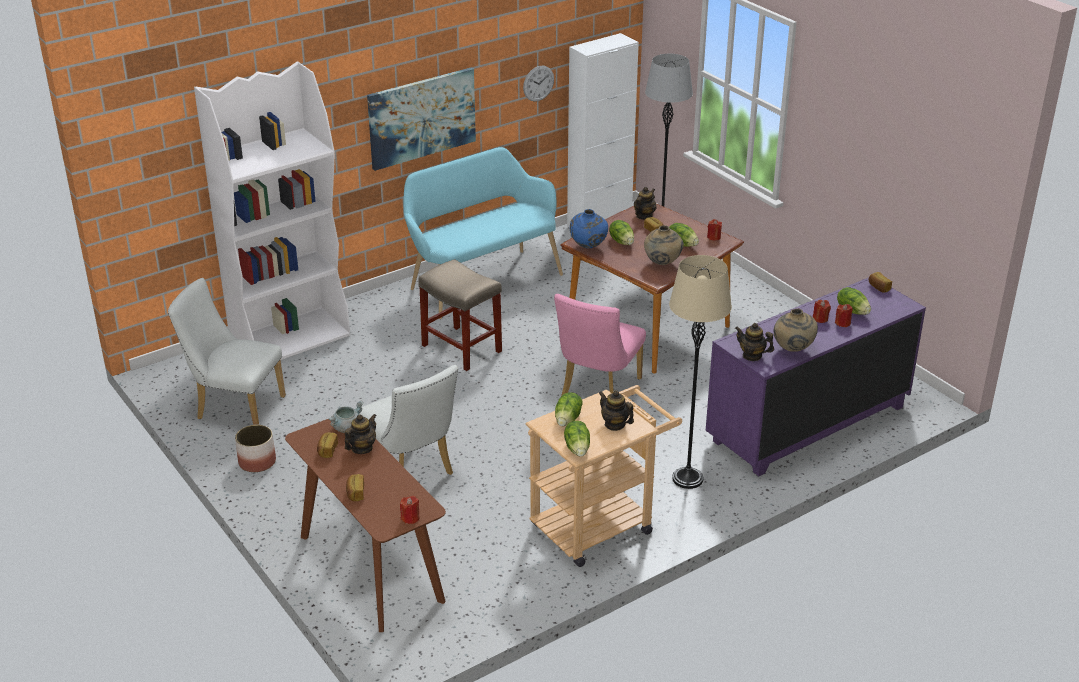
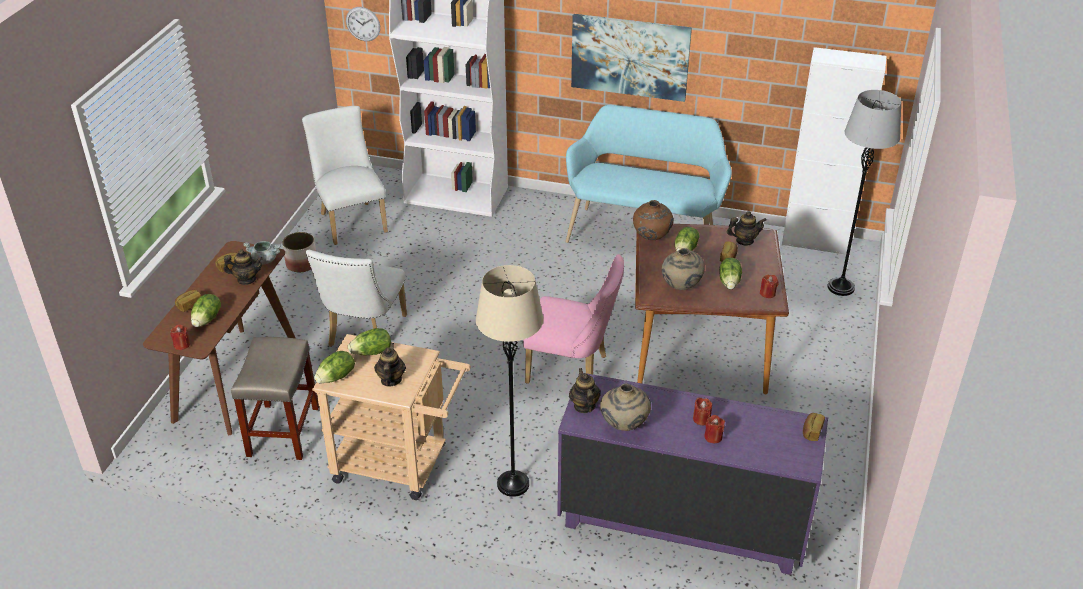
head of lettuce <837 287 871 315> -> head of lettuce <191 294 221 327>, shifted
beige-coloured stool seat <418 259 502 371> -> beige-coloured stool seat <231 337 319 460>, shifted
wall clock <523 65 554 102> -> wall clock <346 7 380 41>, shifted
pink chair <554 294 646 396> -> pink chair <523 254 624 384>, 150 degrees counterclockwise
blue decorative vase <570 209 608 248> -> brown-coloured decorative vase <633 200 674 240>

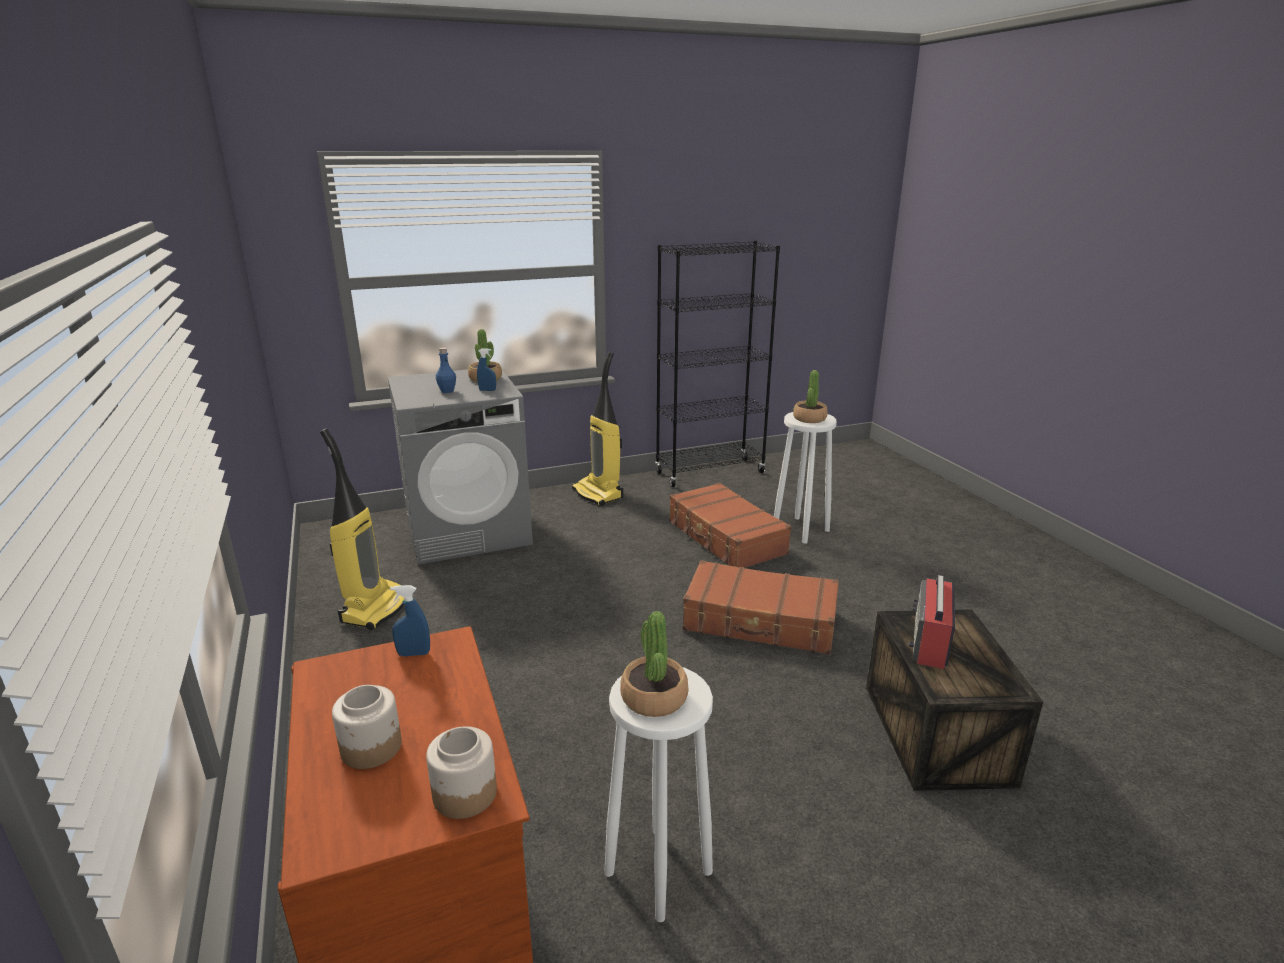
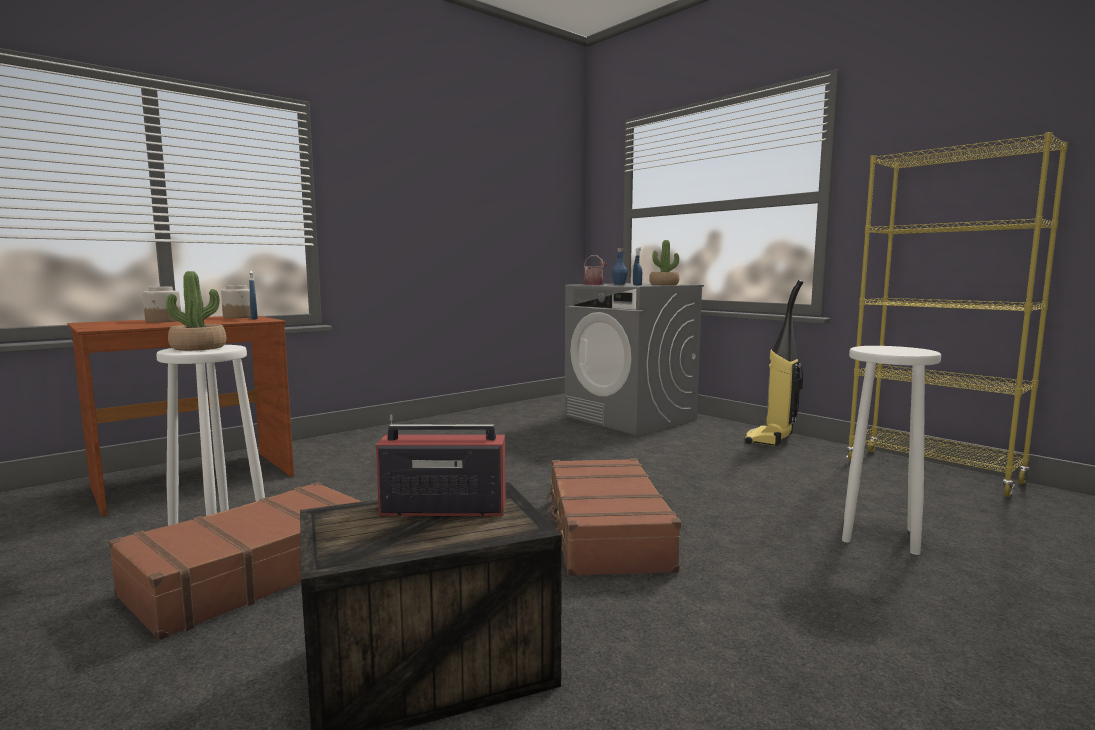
brown-coloured travel case <669 483 792 568> -> brown-coloured travel case <109 482 362 640>, shifted
storage jar <426 726 497 819> -> storage jar <221 285 251 318>, shifted
none -> watering pot <584 255 607 285>
black-coloured bookcase <655 240 780 487> -> yellow bookcase <847 132 1068 497>
vacuum cleaner <320 428 405 630> -> none
plant in a pot <793 370 828 423> -> none

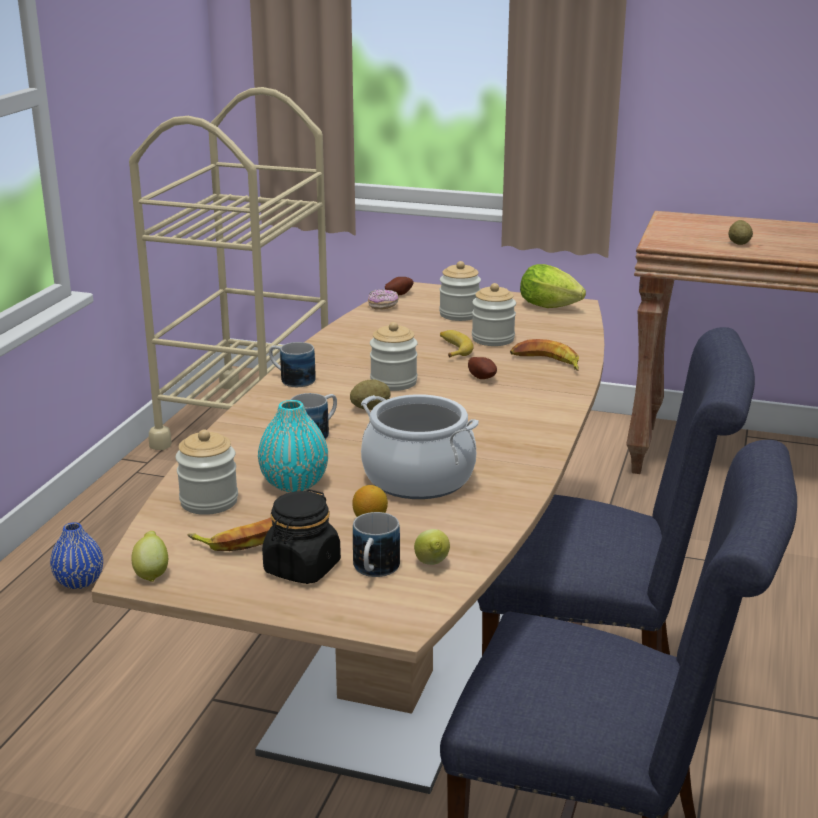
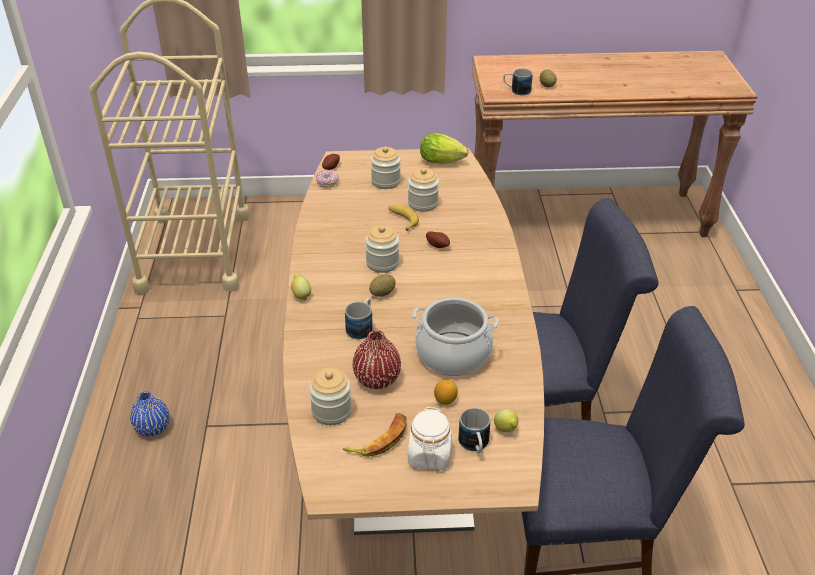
whole lemon <131 531 168 582> -> whole lemon <291 273 311 300>, shifted
blue-green decorative vase <258 400 328 492> -> red decorative vase <353 330 401 389>
black-coloured storage jar <262 489 341 584> -> white-coloured storage jar <408 407 452 470>
coffee mug <269 342 316 387> -> coffee mug <503 68 533 95>, shifted
banana <510 339 579 371> -> none

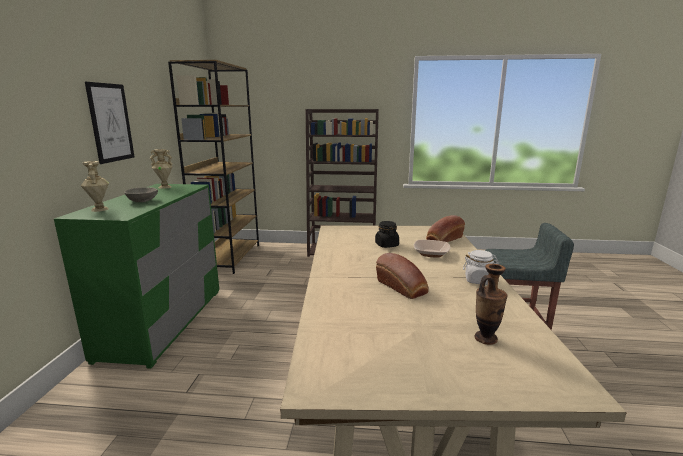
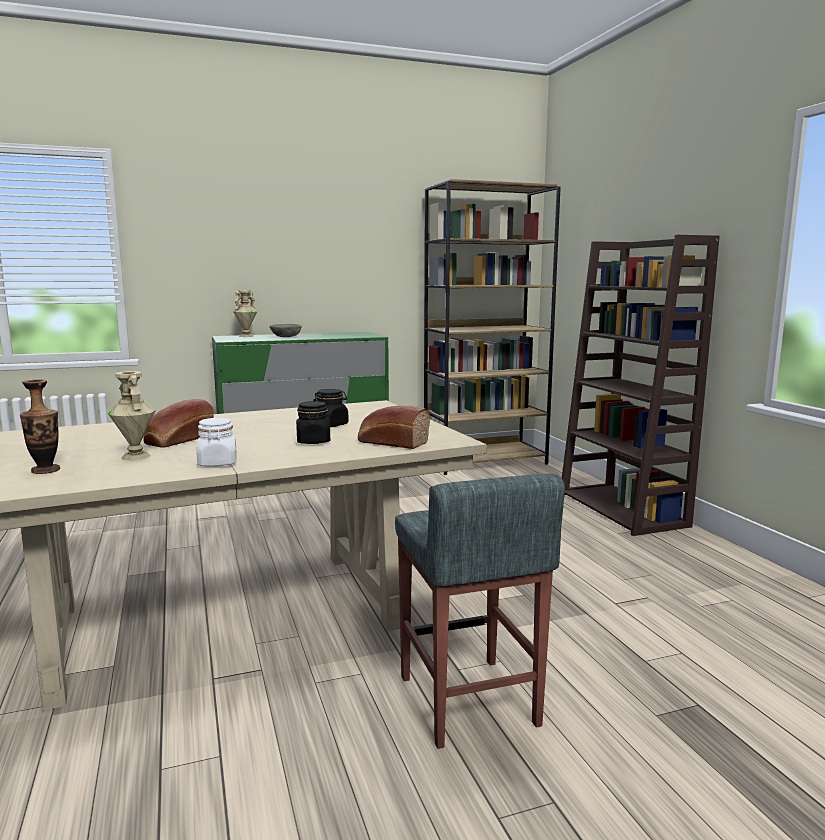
beige-coloured decorative vase <150 149 172 189> -> beige-coloured decorative vase <108 371 156 461>, shifted
serving bowl <414 240 451 257> -> black-coloured storage jar <296 401 330 444>
wall picture <85 82 134 164> -> none

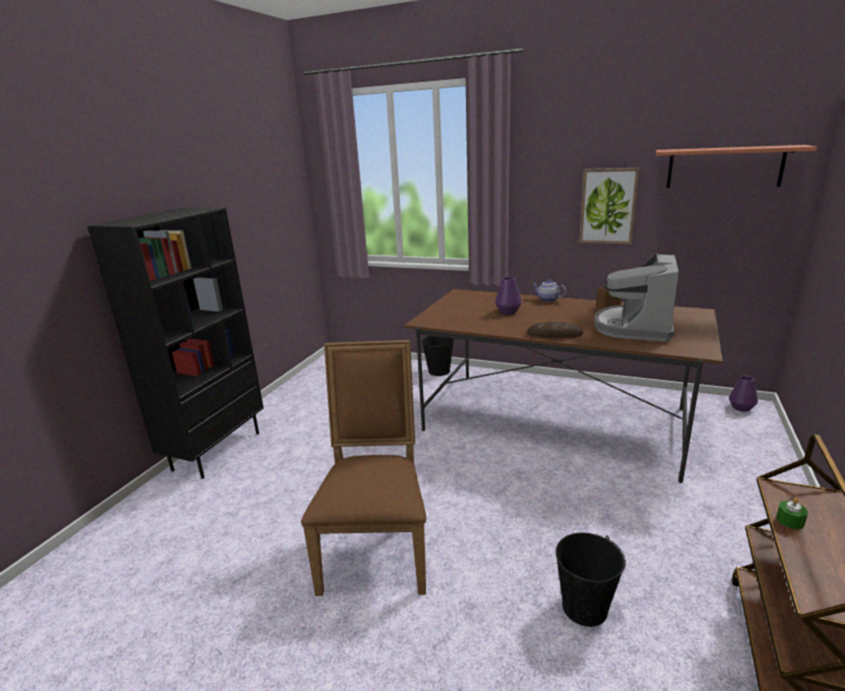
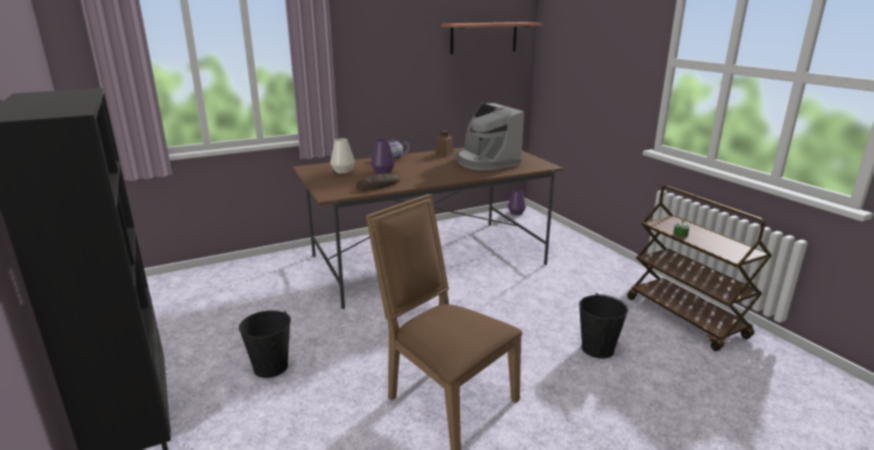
black-coloured water bucket <421 336 454 376> -> black-coloured water bucket <239 310 291 378>, shifted
none -> white-coloured decorative vase <330 138 355 174>
baked bread <527 322 583 338> -> baked bread <357 173 400 190>, shifted
wall picture <579 168 639 244> -> none

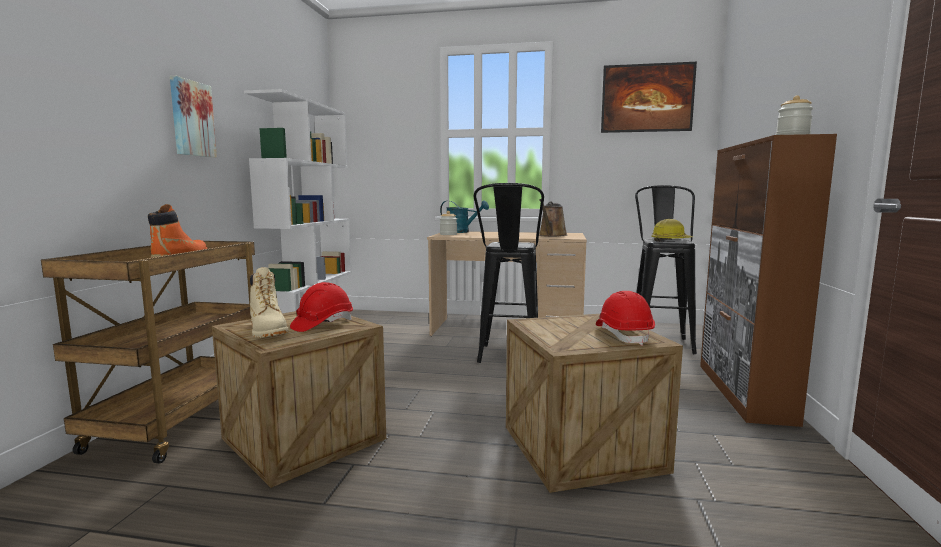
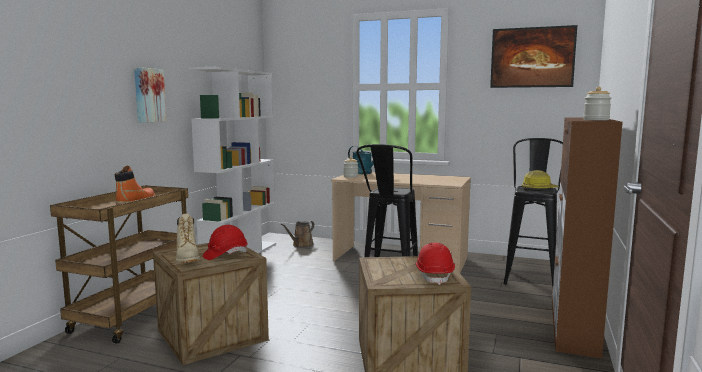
brown-coloured watering pot <539 199 567 237> -> brown-coloured watering pot <281 221 314 247>, shifted

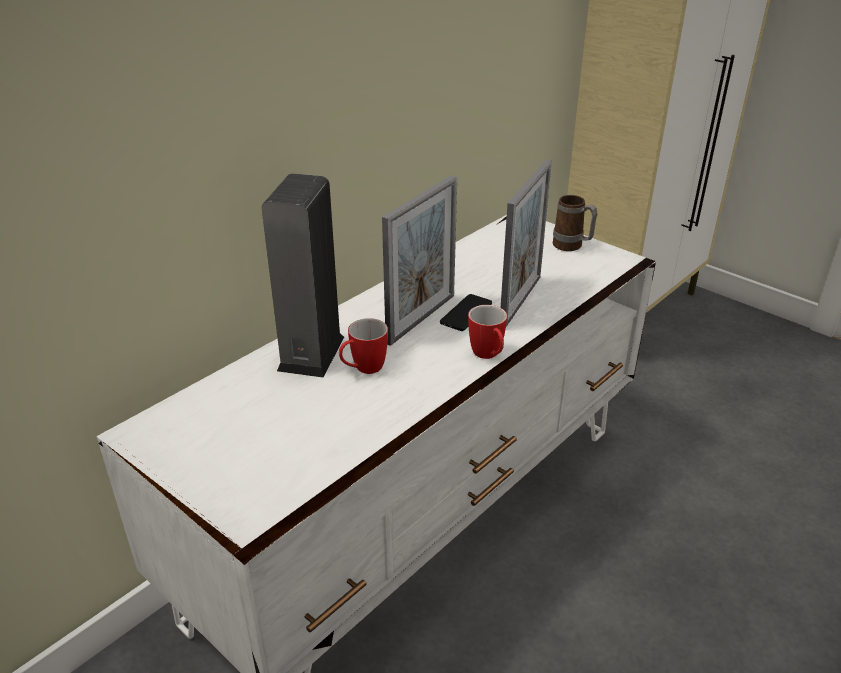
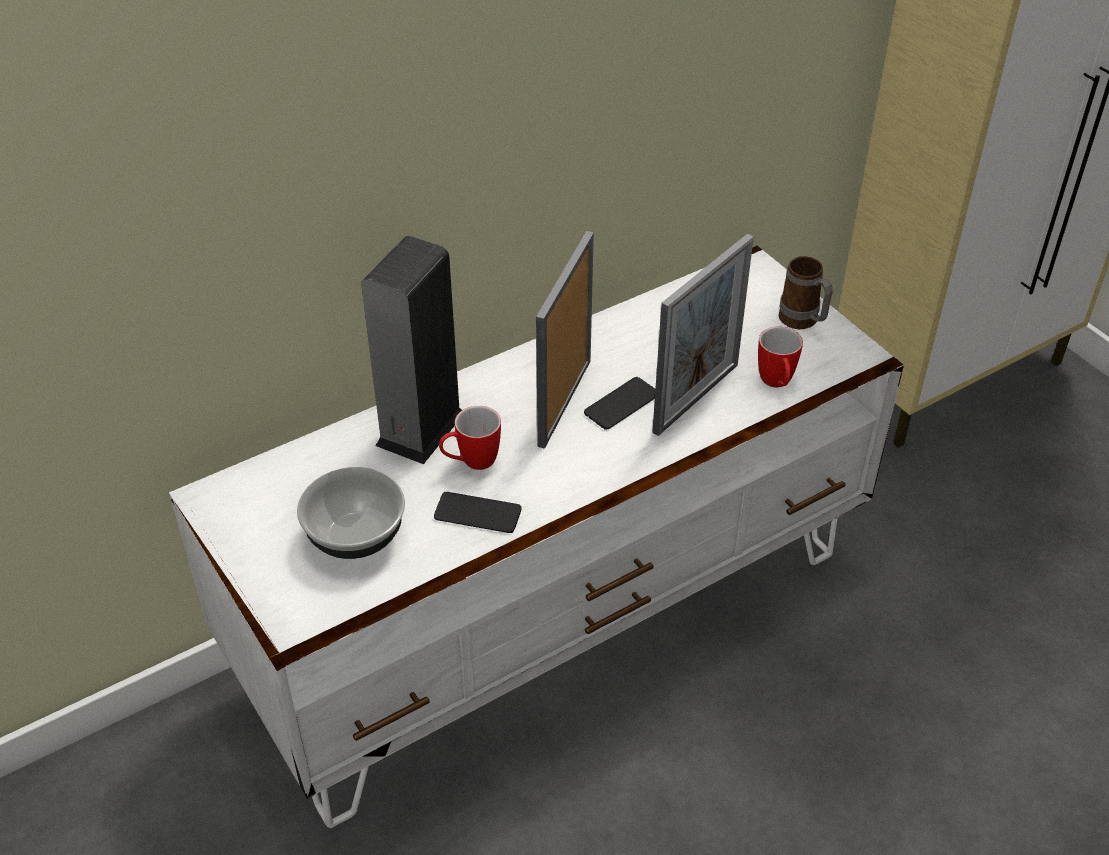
none -> serving bowl <297 467 405 559>
none -> telephone <434 492 521 533>
picture frame <382 175 457 346> -> picture frame <536 231 594 449>, 150 degrees clockwise
coffee mug <468 305 507 359> -> coffee mug <758 326 803 387>, shifted

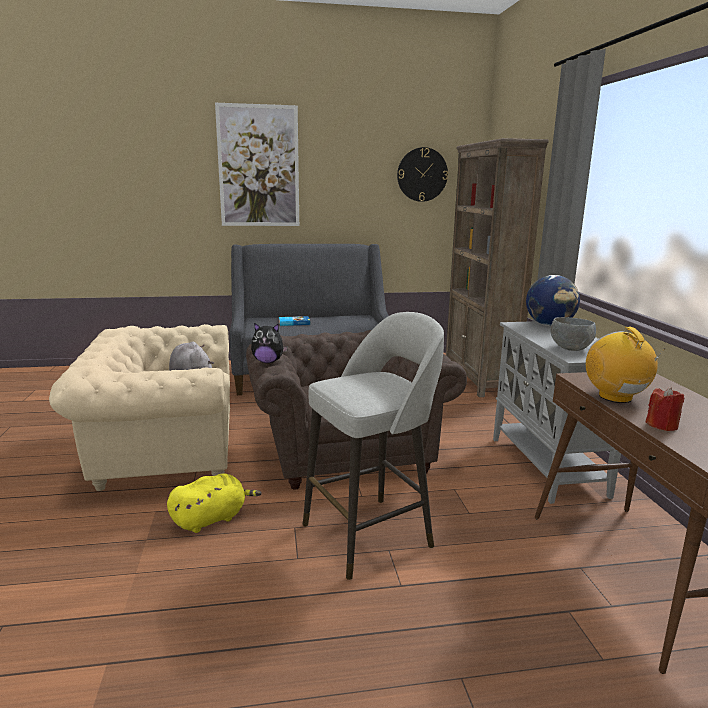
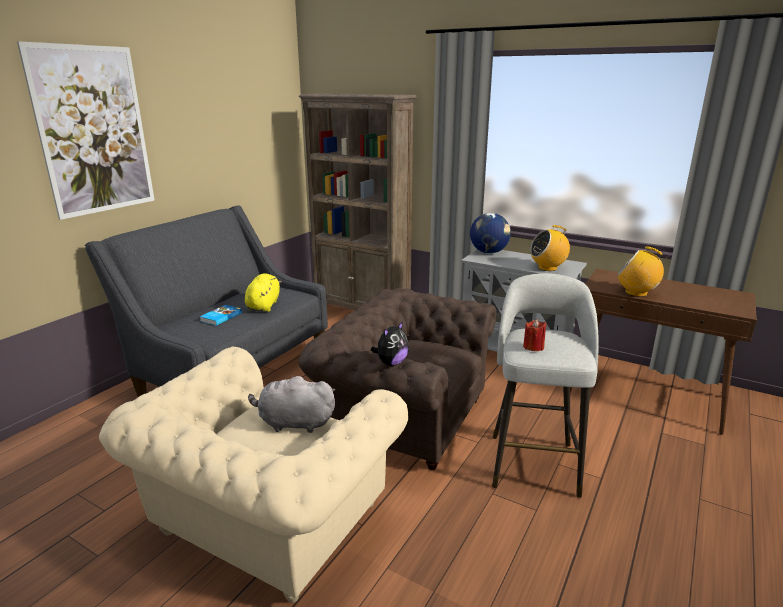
yellow plush toy <167 474 262 533> -> yellow plush toy <245 273 282 312>, shifted
red wax candle <645 387 684 431> -> red wax candle <523 319 547 351>, shifted
gray serving bowl <550 317 596 351> -> radio <530 225 570 271>
wall clock <397 147 448 202> -> none

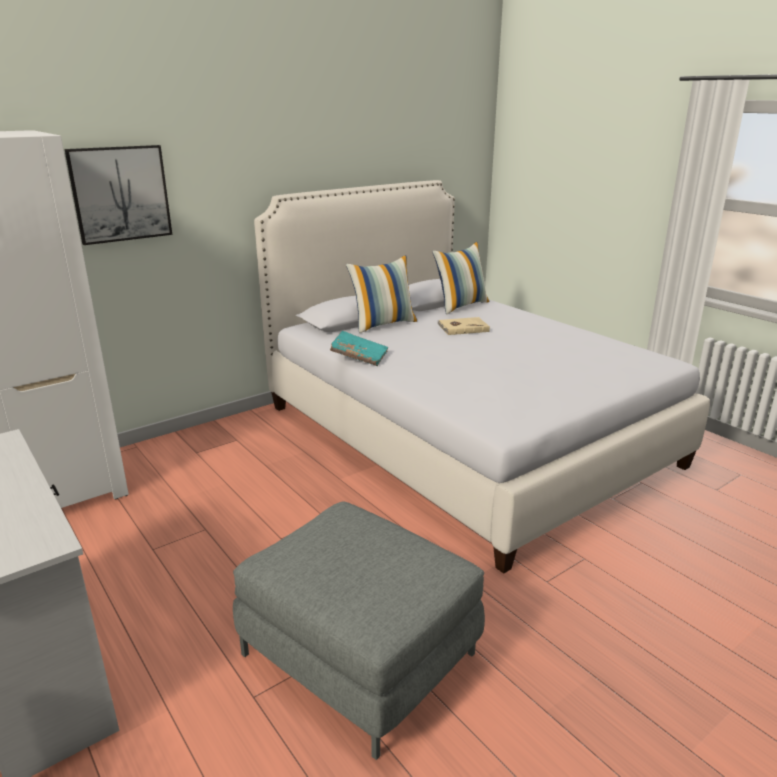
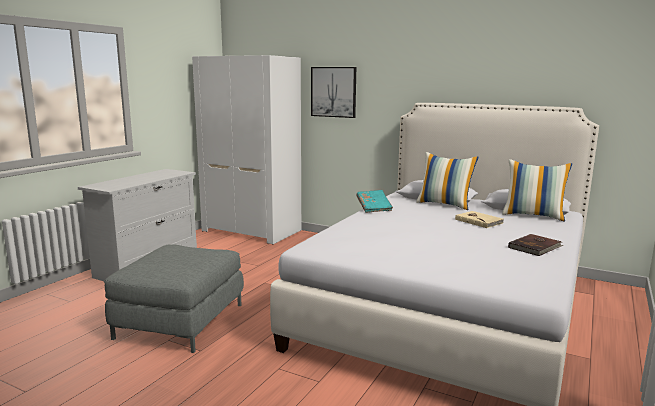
none -> brown-coloured book <508 234 564 256>

